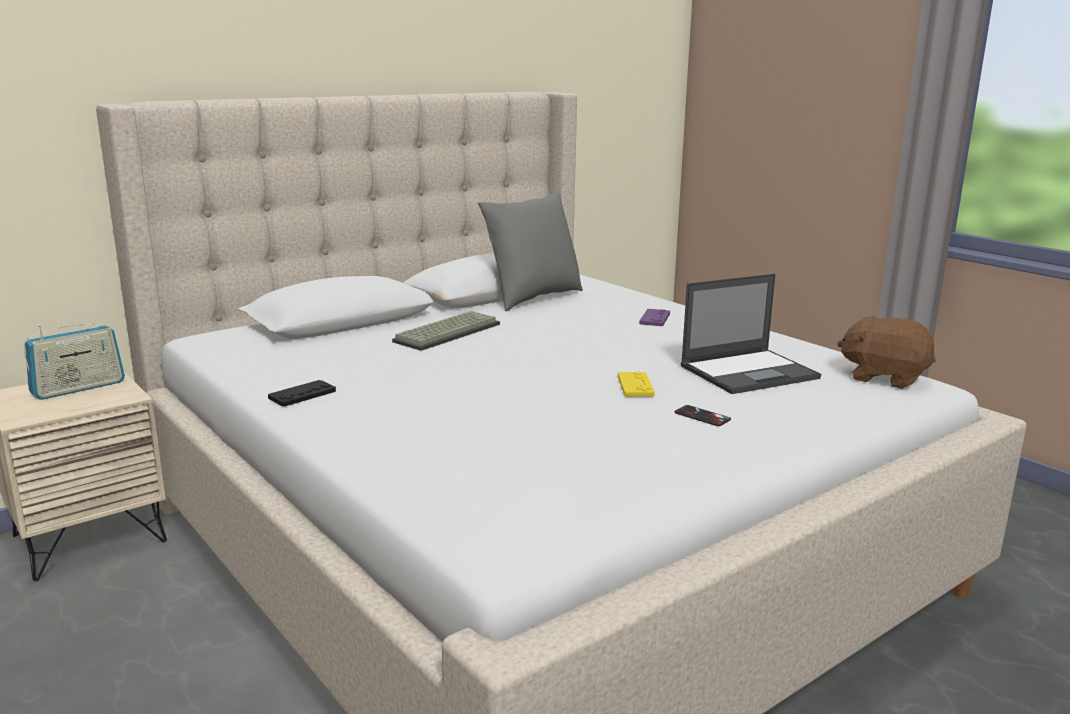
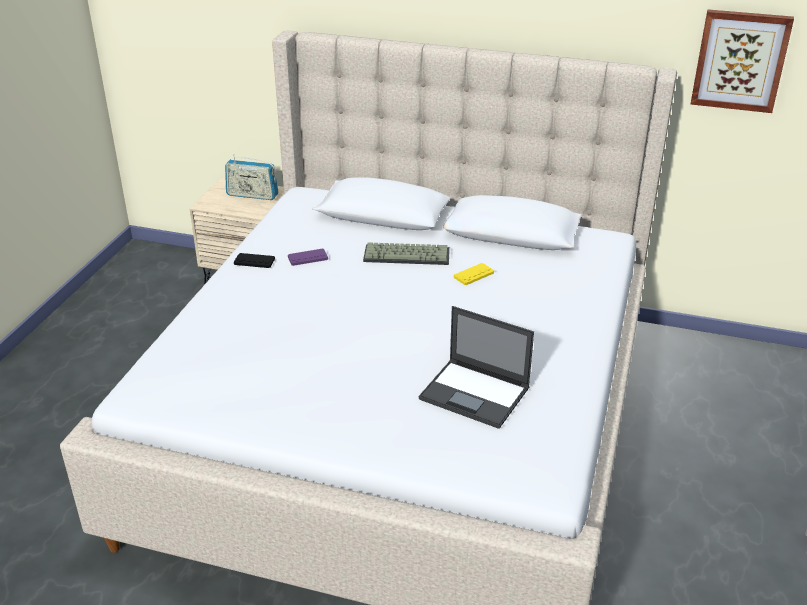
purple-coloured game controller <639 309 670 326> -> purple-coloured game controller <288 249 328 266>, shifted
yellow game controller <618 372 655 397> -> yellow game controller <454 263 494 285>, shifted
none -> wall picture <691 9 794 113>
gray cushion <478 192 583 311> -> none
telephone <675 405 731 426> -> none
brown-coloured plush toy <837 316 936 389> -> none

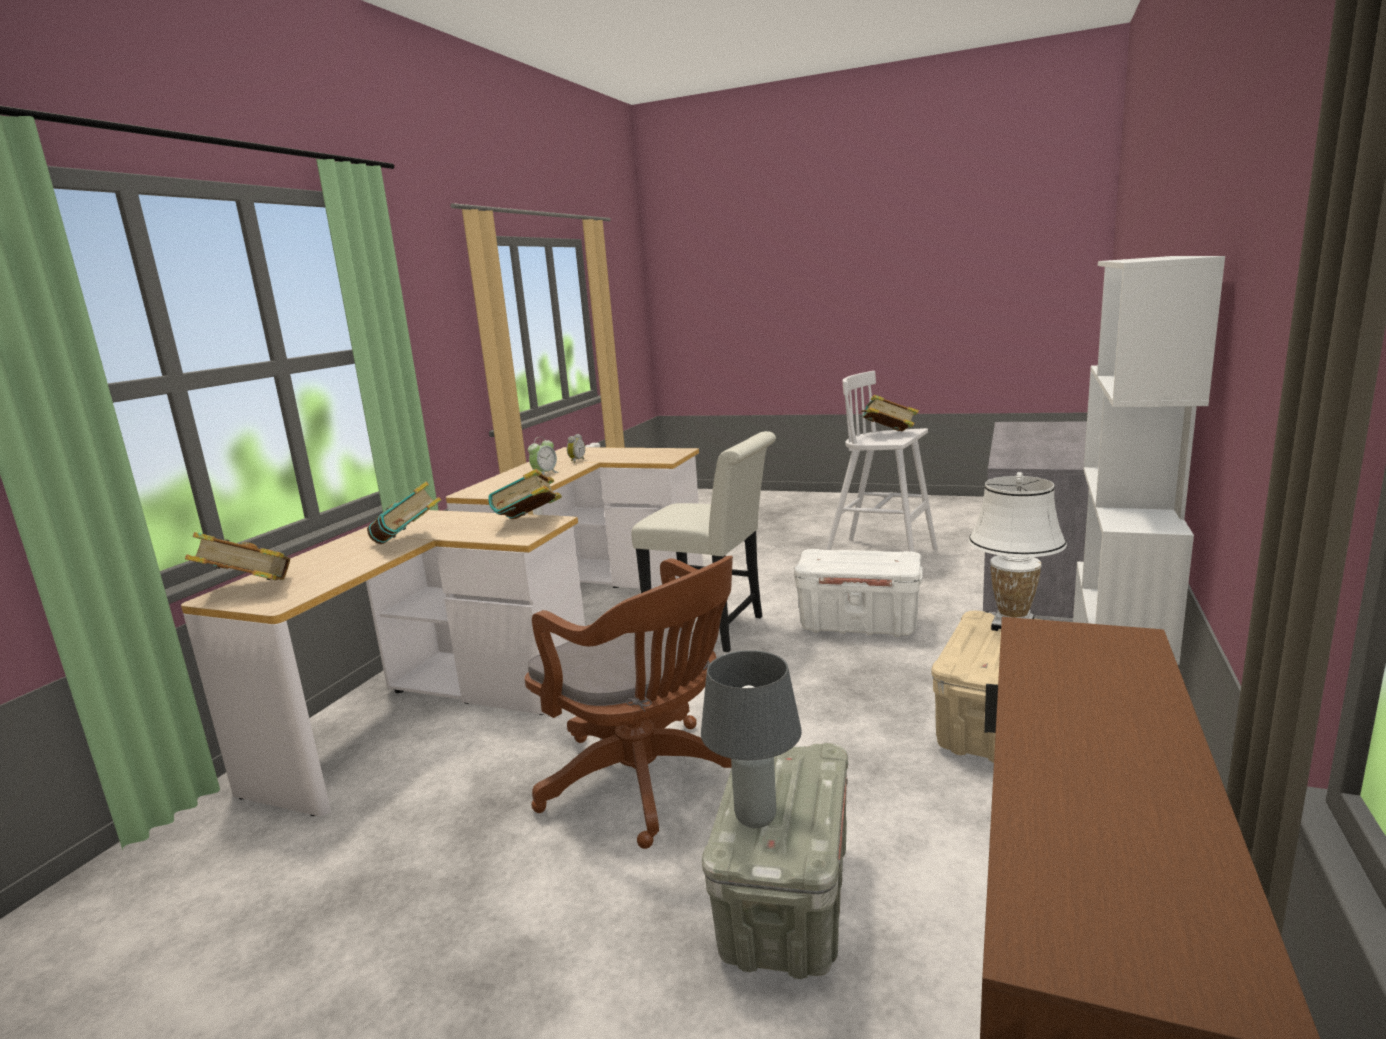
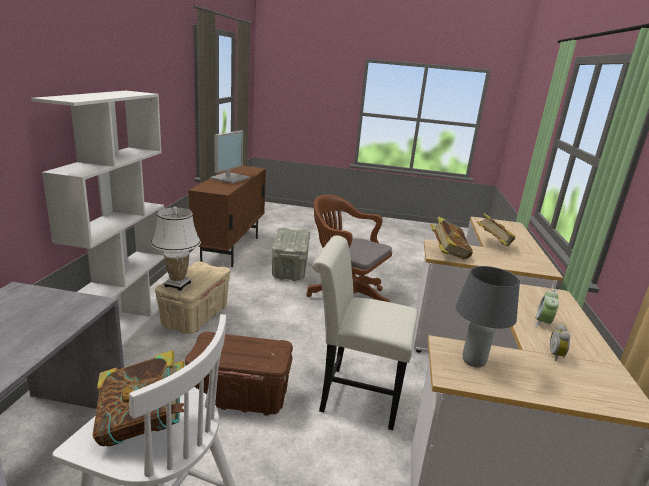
white-coloured storage container <794 549 923 637> -> brown-coloured storage container <185 332 293 416>
none -> computer display <210 131 250 184>
gray lamp for a table <701 650 802 828> -> gray lamp for a table <456 266 520 368>, shifted
book <185 532 290 580> -> none

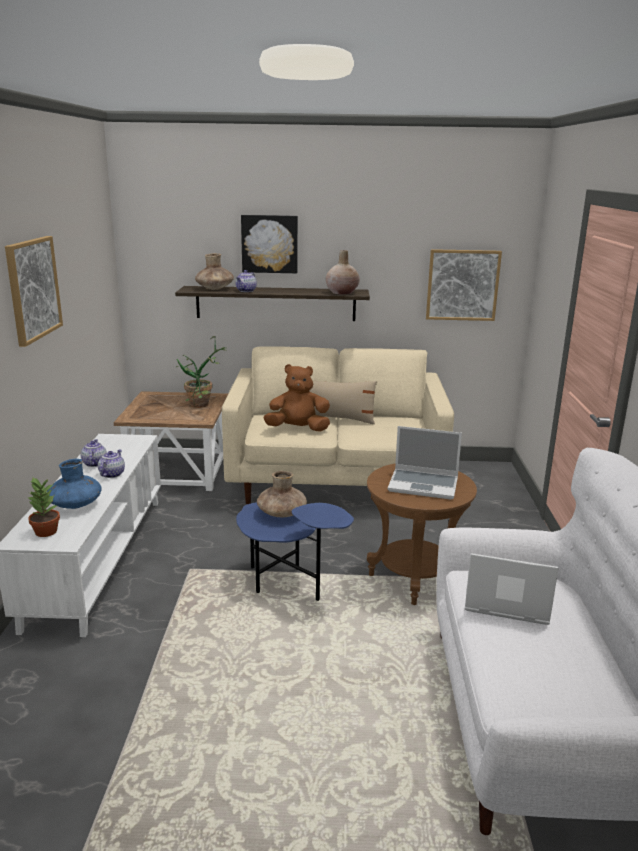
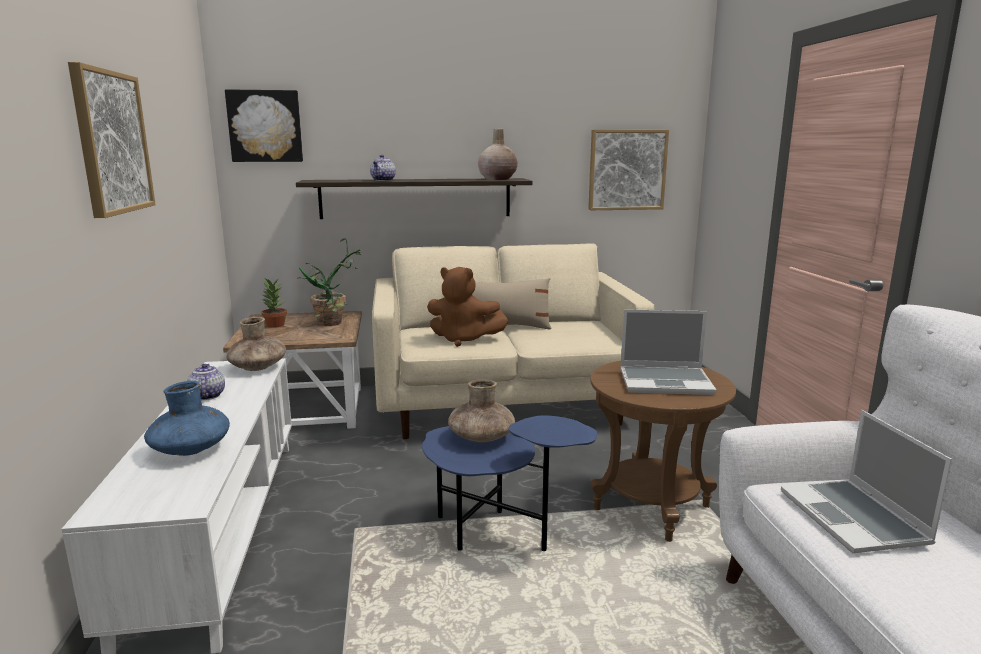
wall picture <241 215 298 273> -> wall picture <225 89 303 162>, shifted
brown-coloured decorative vase <195 253 234 290> -> brown-coloured decorative vase <226 317 286 371>, shifted
plant in a pot <27 478 60 537> -> plant in a pot <260 278 287 328>, shifted
brown-coloured plush toy <263 364 330 432> -> brown-coloured plush toy <427 267 508 347>, 150 degrees counterclockwise
laptop <465 553 559 625> -> laptop <781 410 952 554>, 105 degrees counterclockwise
tea pot <98 449 125 478> -> none

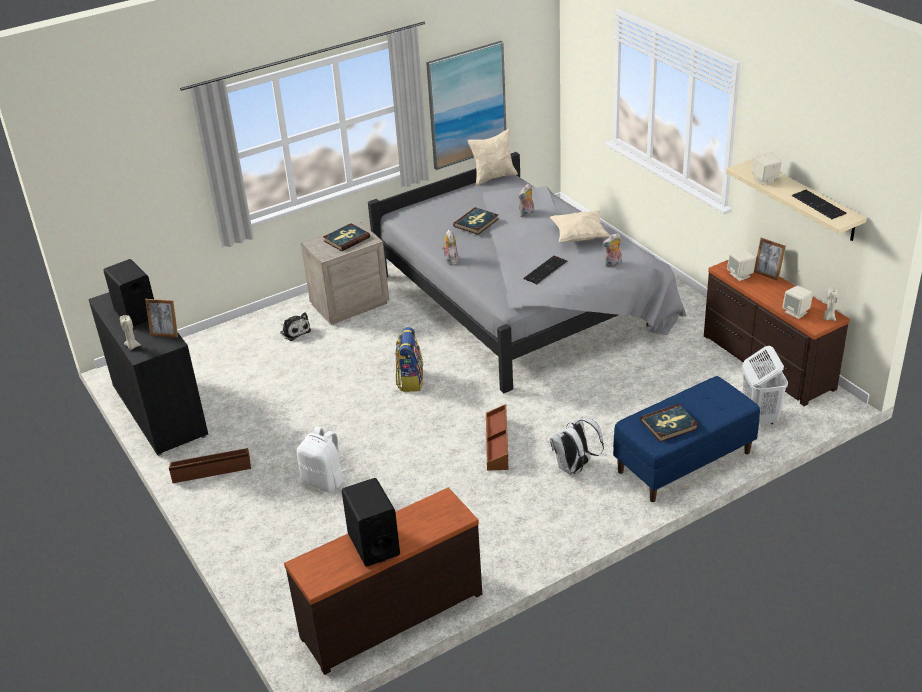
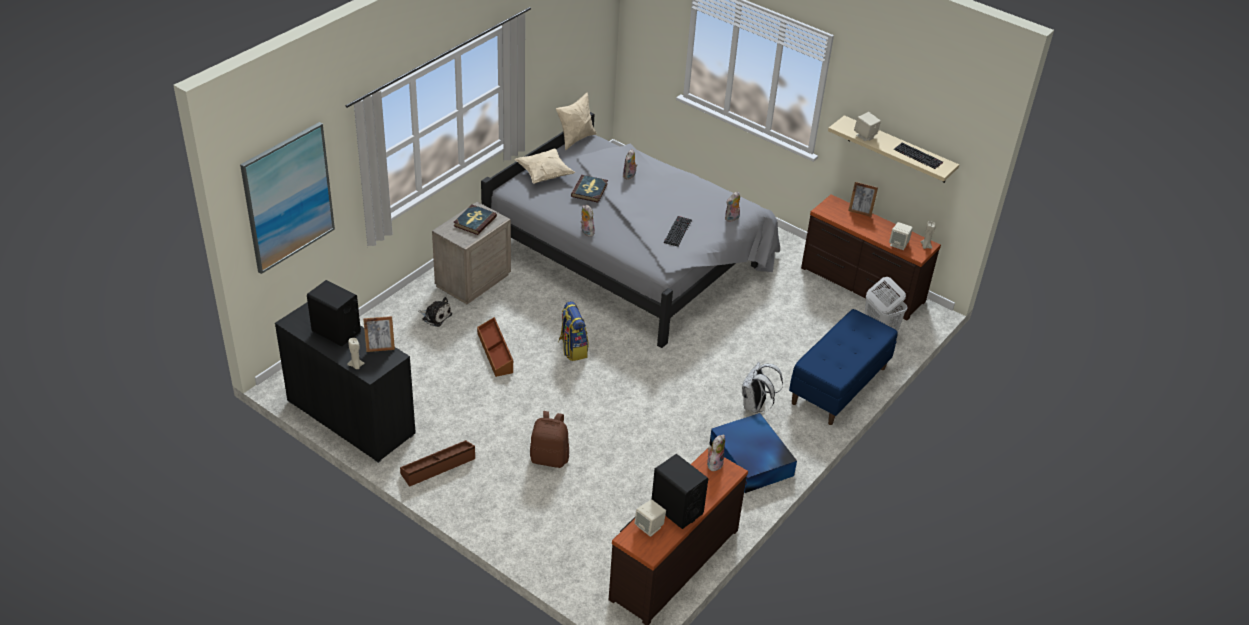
wall picture <426 41 506 170> -> wall picture <240 122 335 274>, shifted
brown-coloured storage container <486 404 509 471> -> brown-coloured storage container <477 317 513 377>, shifted
beige-coloured cushion <550 210 610 243> -> beige-coloured cushion <514 149 575 184>, shifted
white-coloured knapsack <297 426 346 492> -> brown-coloured knapsack <530 411 569 468>
beige-coloured loudspeaker <727 250 756 281> -> beige-coloured loudspeaker <634 499 666 537>, shifted
none -> plush toy <707 435 725 471>
none -> blue storage container <710 413 797 493>
book <640 404 698 442> -> none

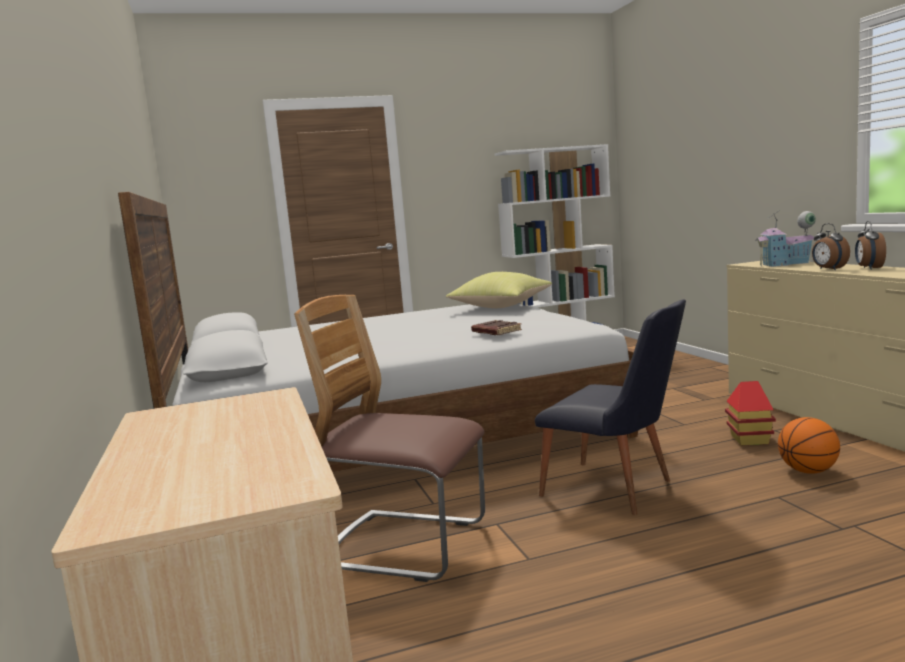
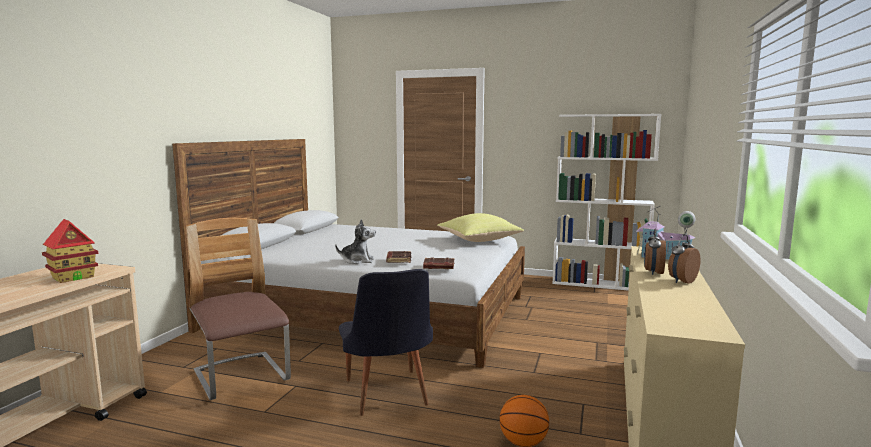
toy house <725 381 776 445> -> toy house <42 219 98 283>, shifted
none -> plush toy <335 219 376 264>
none -> brown-coloured book <423 257 454 269>

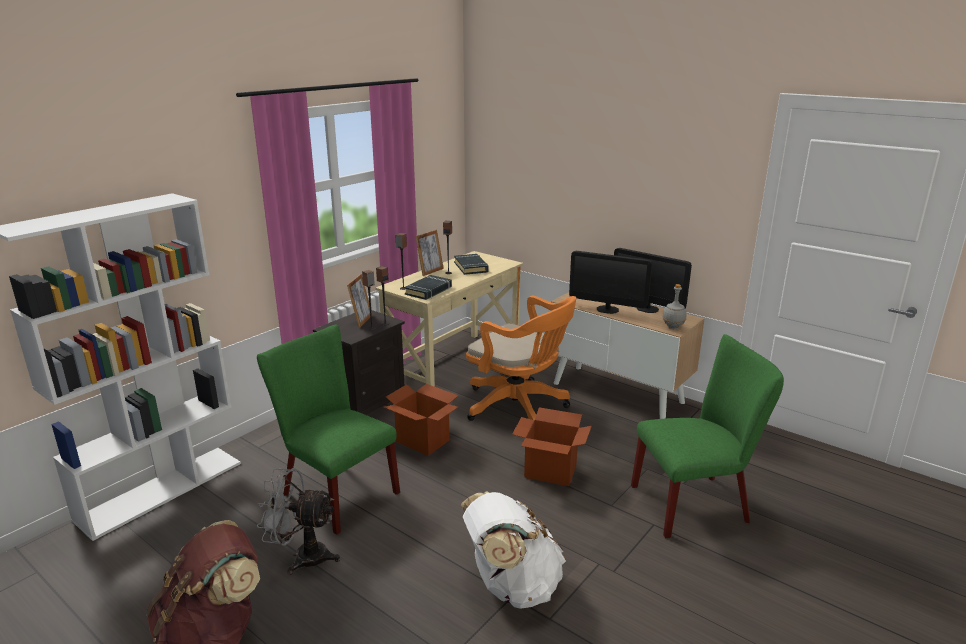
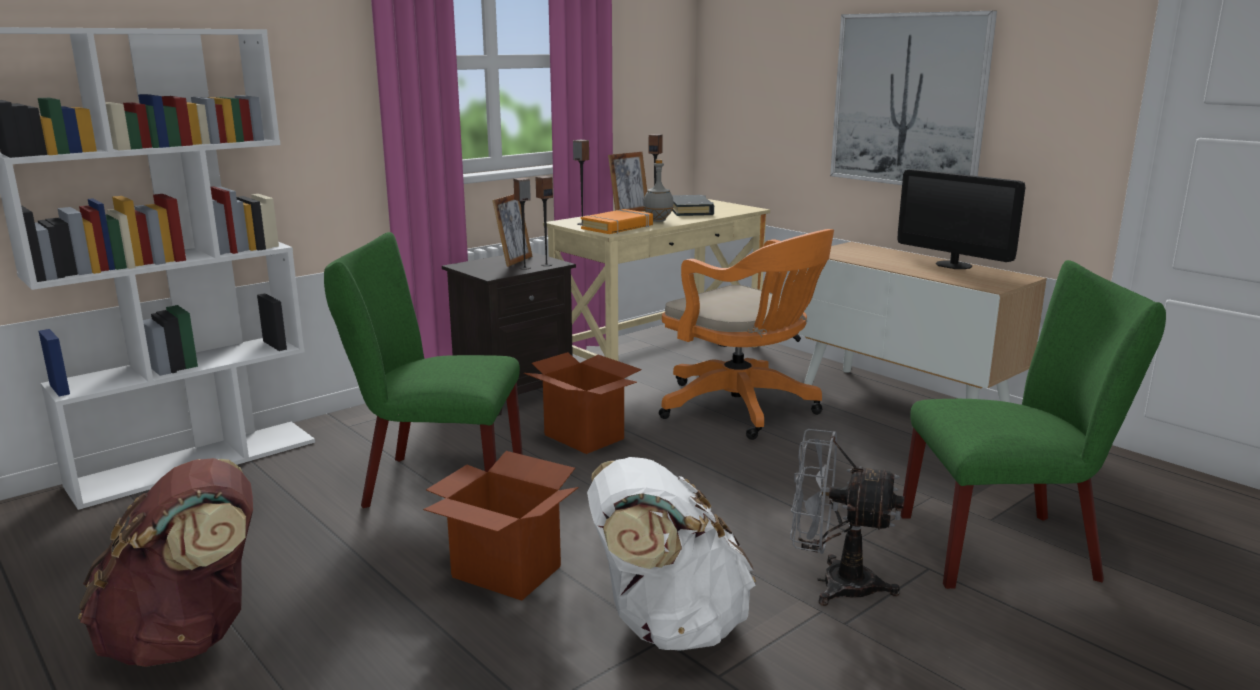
greenish chair <257 325 400 535> -> greenish chair <324 232 523 508>, 45 degrees counterclockwise
cardboard box <512 407 592 486> -> cardboard box <423 451 579 601>, shifted
black-coloured book <404 275 452 300> -> orangey book <581 209 653 234>
gray drink bottle <663 284 686 329> -> gray drink bottle <643 159 674 222>, shifted
gray fan <257 468 340 575> -> gray fan <790 429 904 606>, shifted
none -> wall picture <830 11 997 185>
computer display <569 251 652 314> -> none

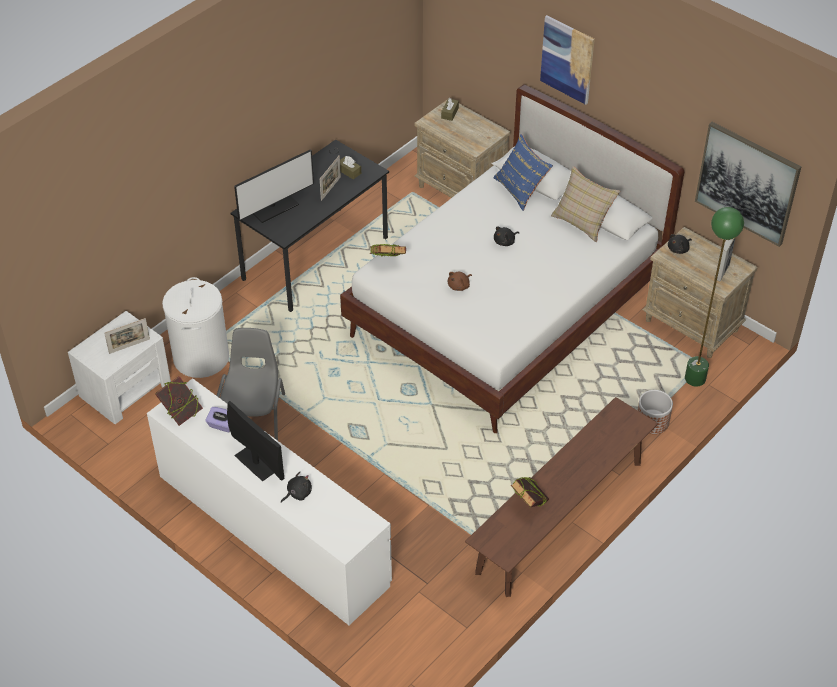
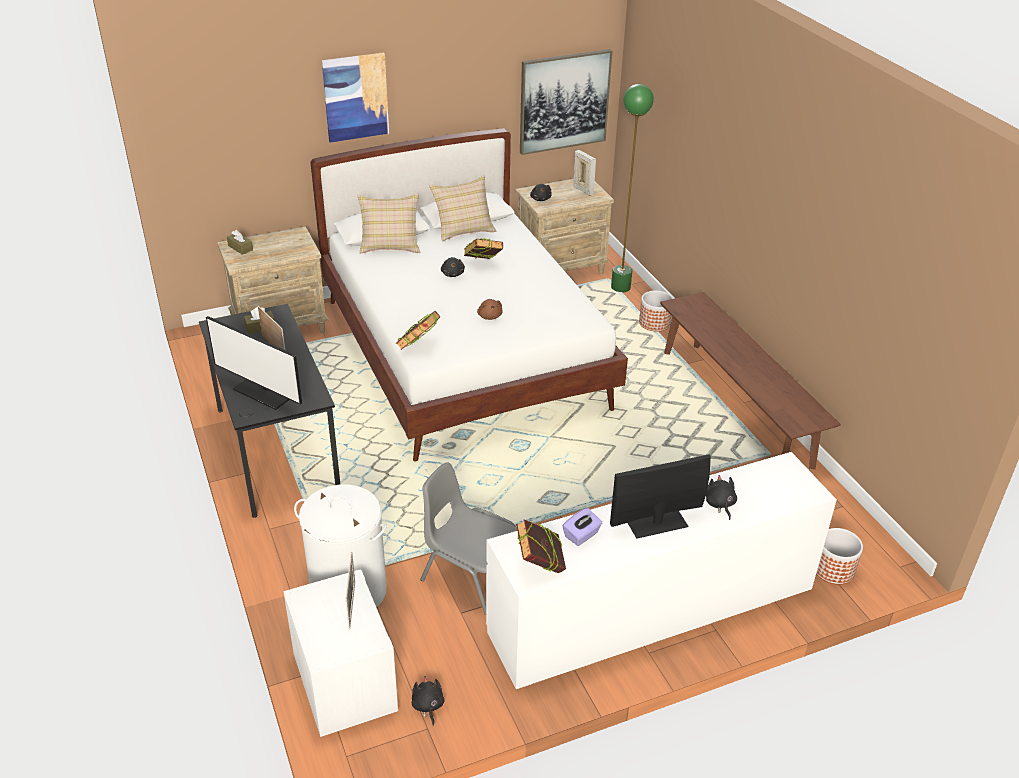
computer display <234 149 314 223> -> computer display <206 316 302 410>, 135 degrees clockwise
blue cushion <493 134 553 211> -> beige-coloured cushion <357 193 421 254>
none -> black-coloured plush toy <412 676 445 726>
book <511 477 549 508> -> book <464 238 503 259>, shifted
none -> plant pot <816 528 863 585>

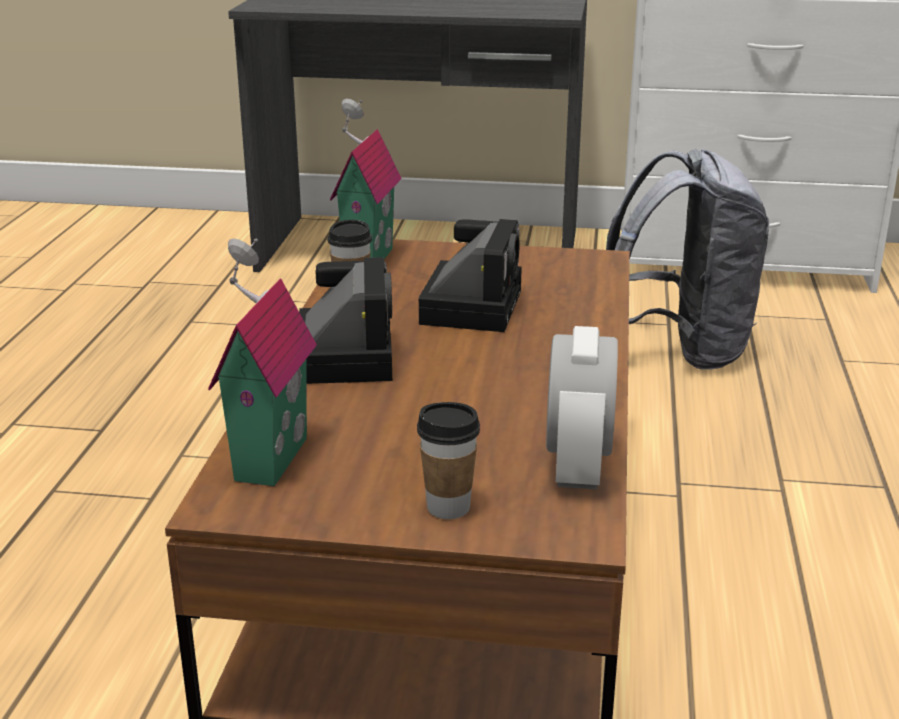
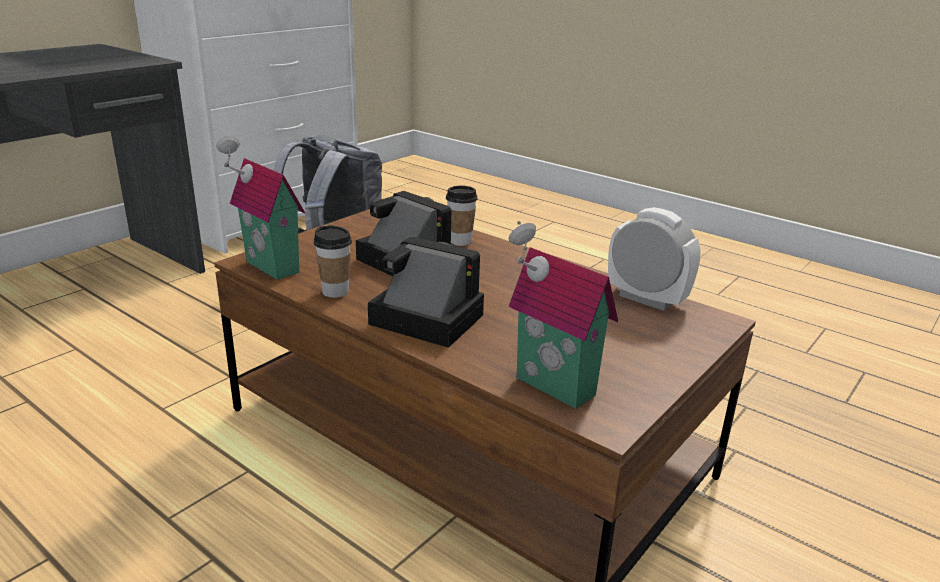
drinking cup <417 402 480 519> -> drinking cup <446 186 478 246>, shifted

